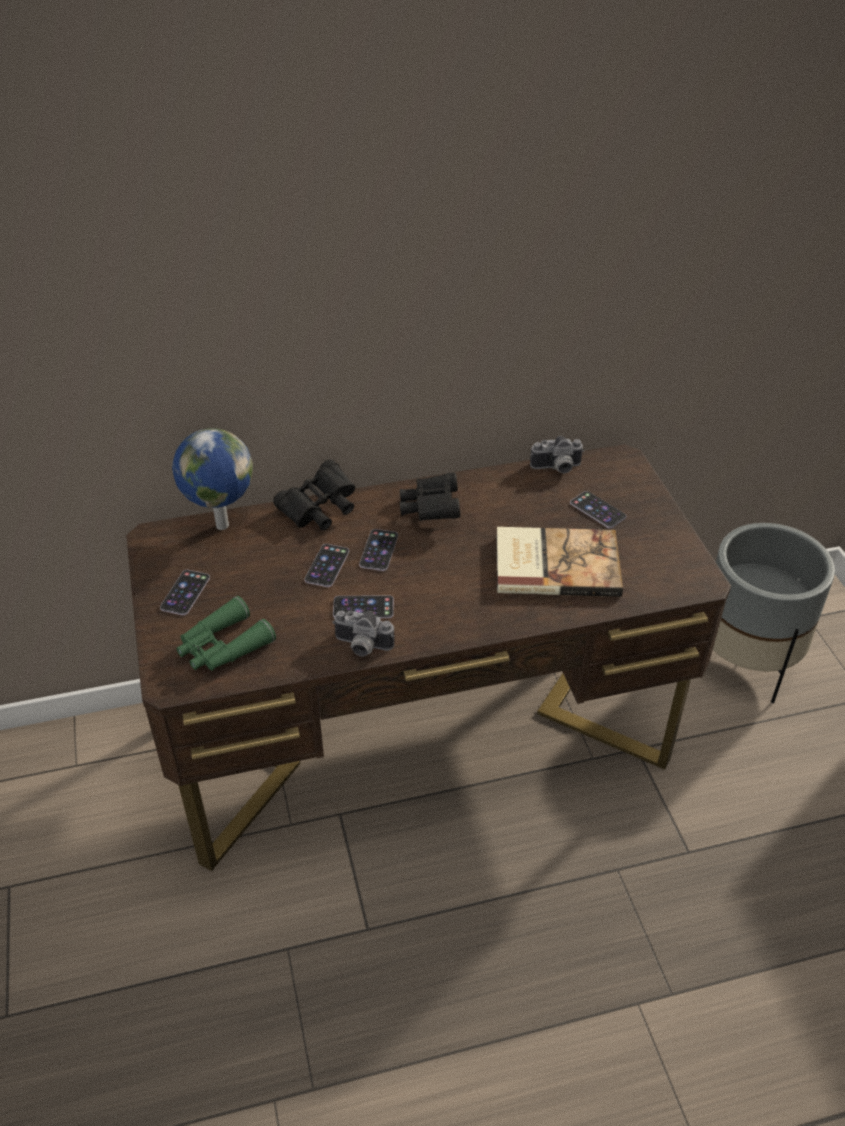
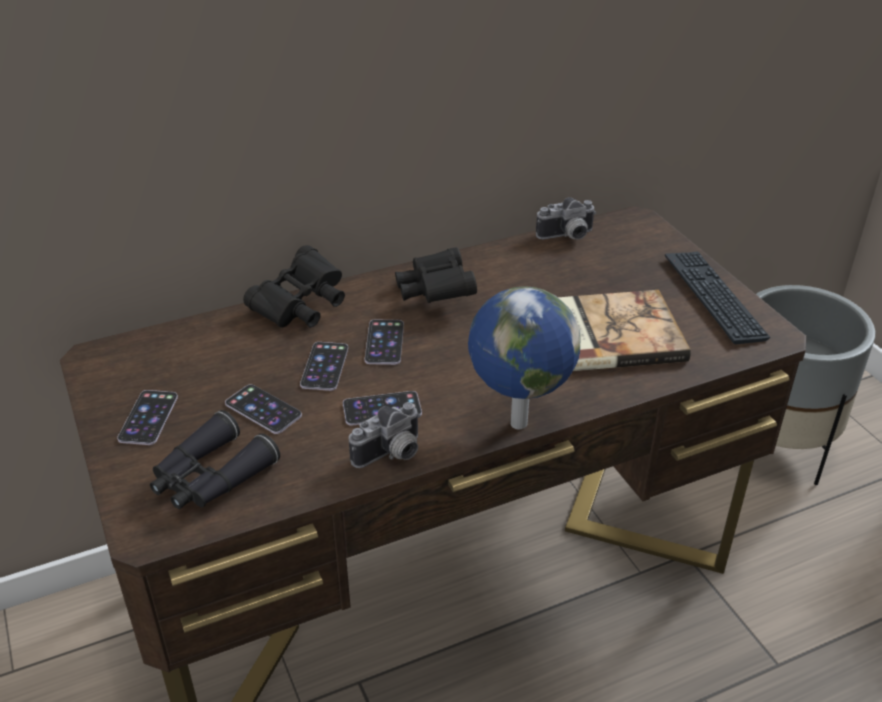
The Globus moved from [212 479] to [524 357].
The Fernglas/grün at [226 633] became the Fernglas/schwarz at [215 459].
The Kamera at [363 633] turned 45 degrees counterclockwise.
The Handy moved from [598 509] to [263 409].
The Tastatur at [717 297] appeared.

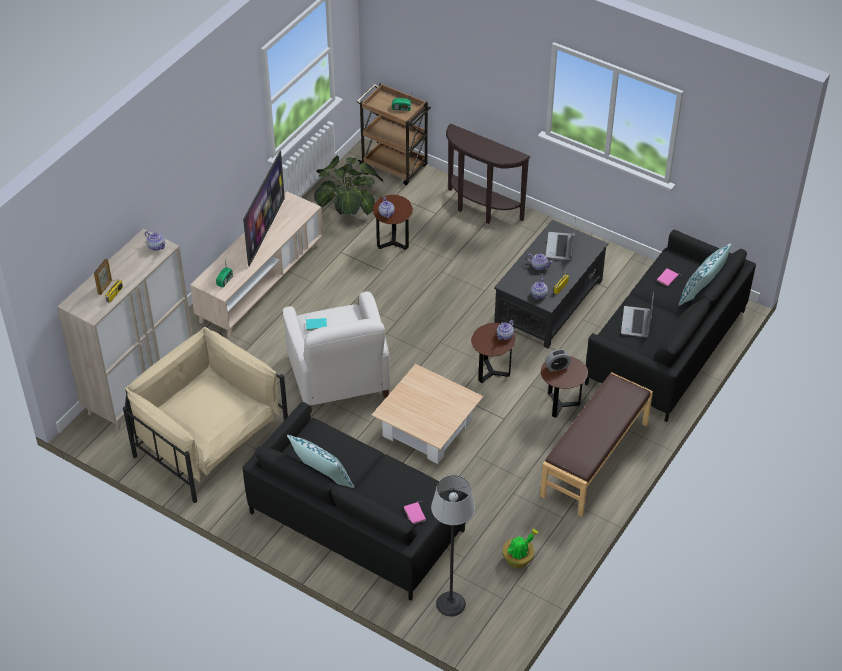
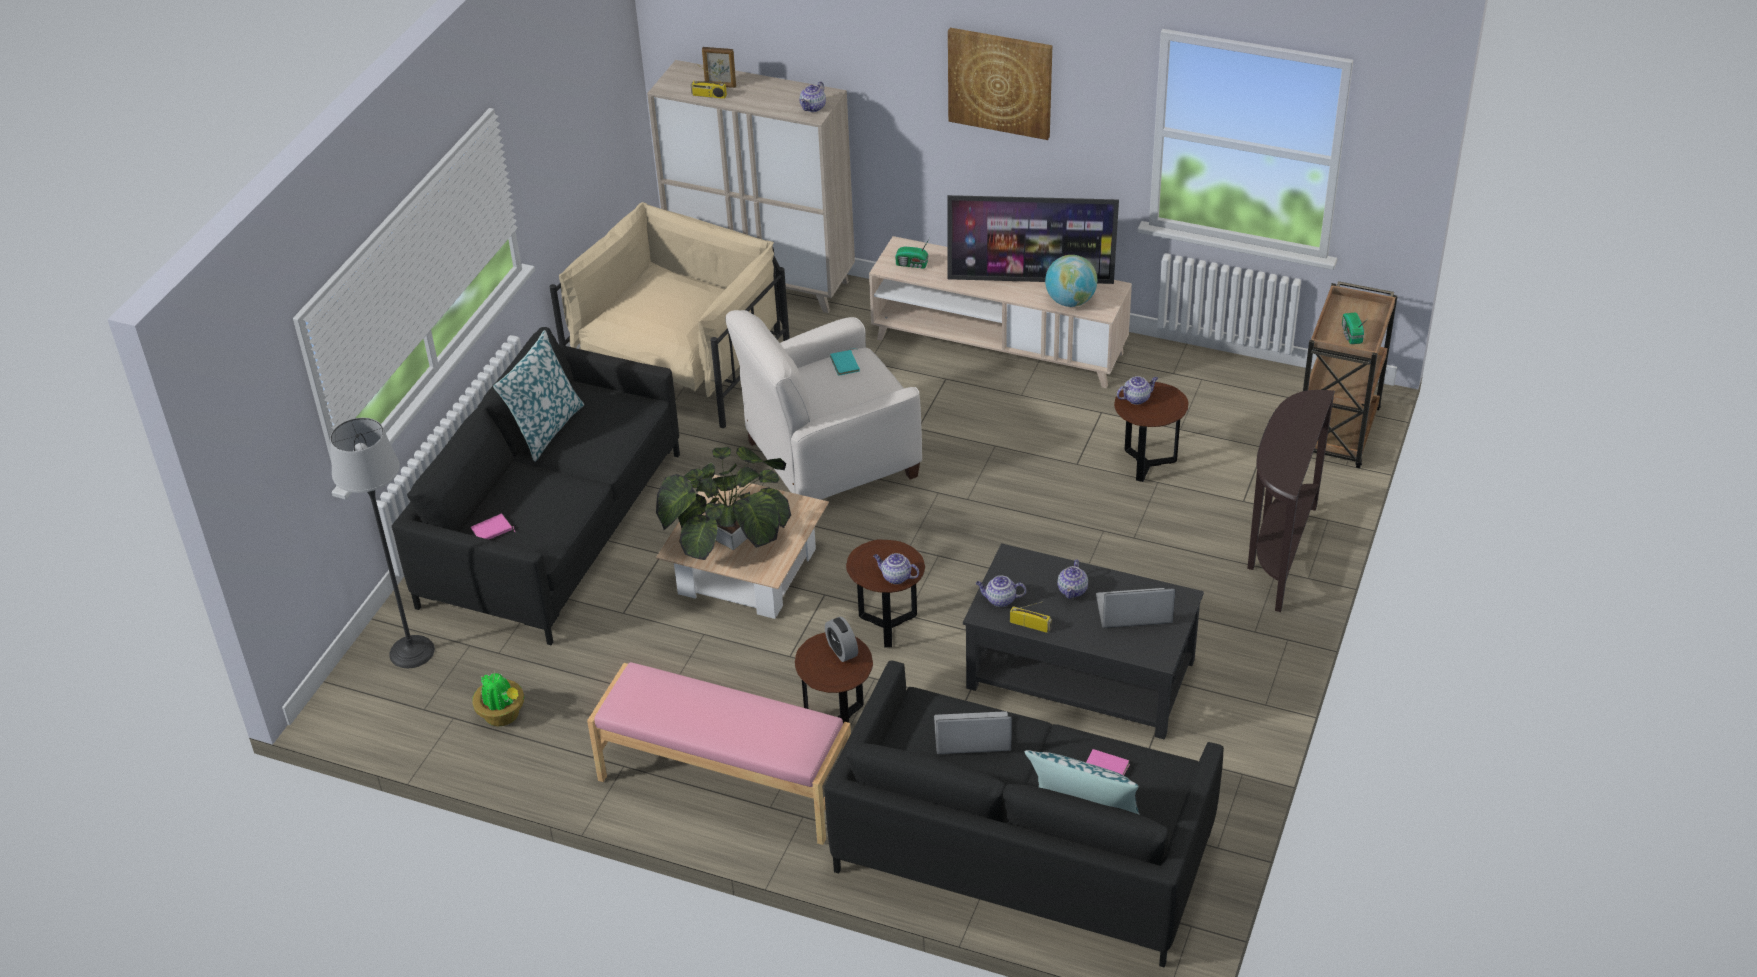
The Topfpflanze moved from [349 185] to [723 503].
The Bank/braun at [596 444] became the Bank/rosa at [719 753].
The Bild at [1000 84] appeared.
The Globus at [1071 281] appeared.

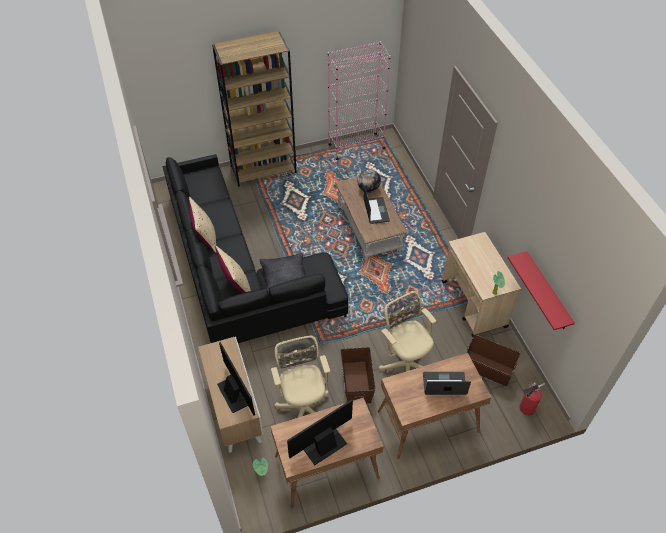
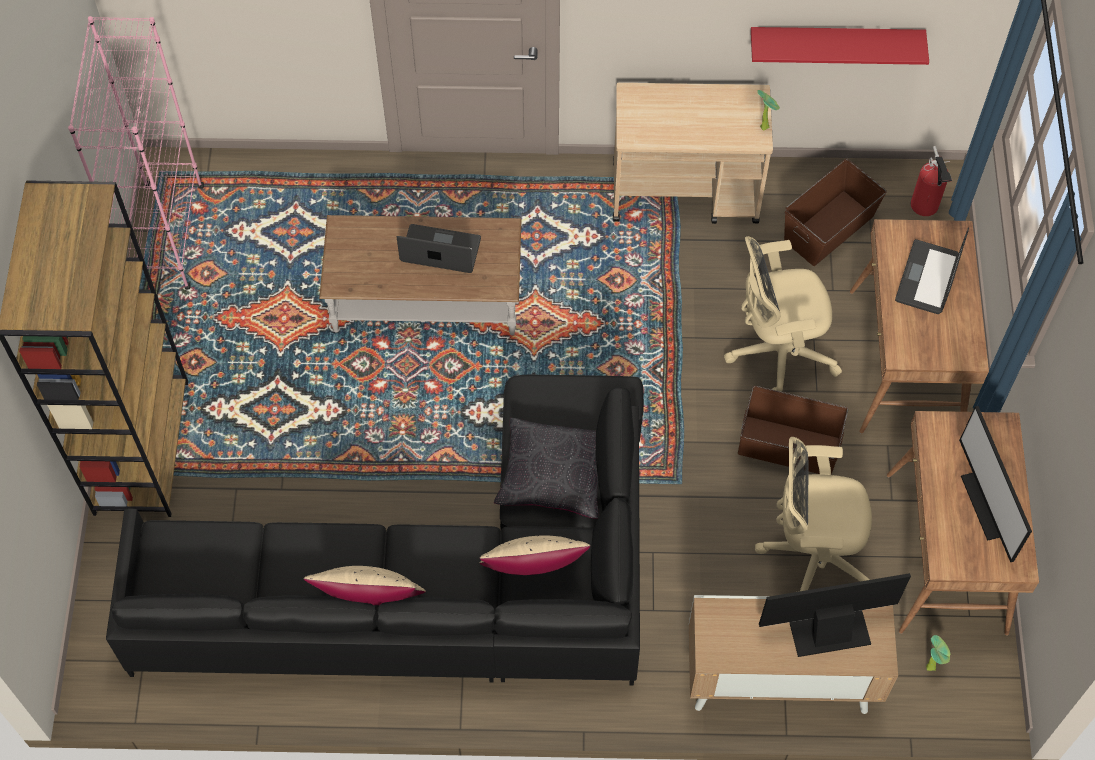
The Globus at [369 181] disappeared.

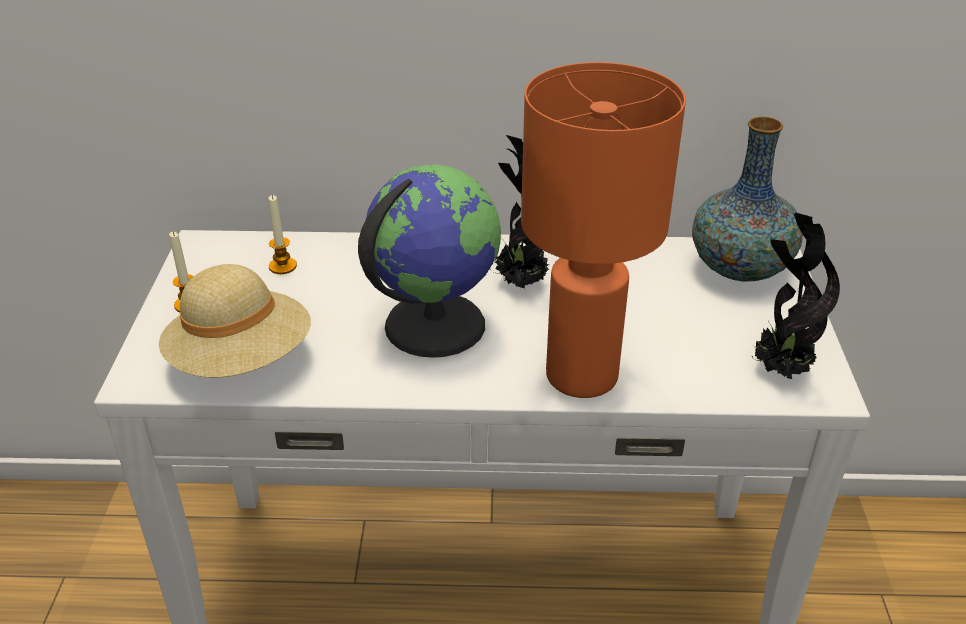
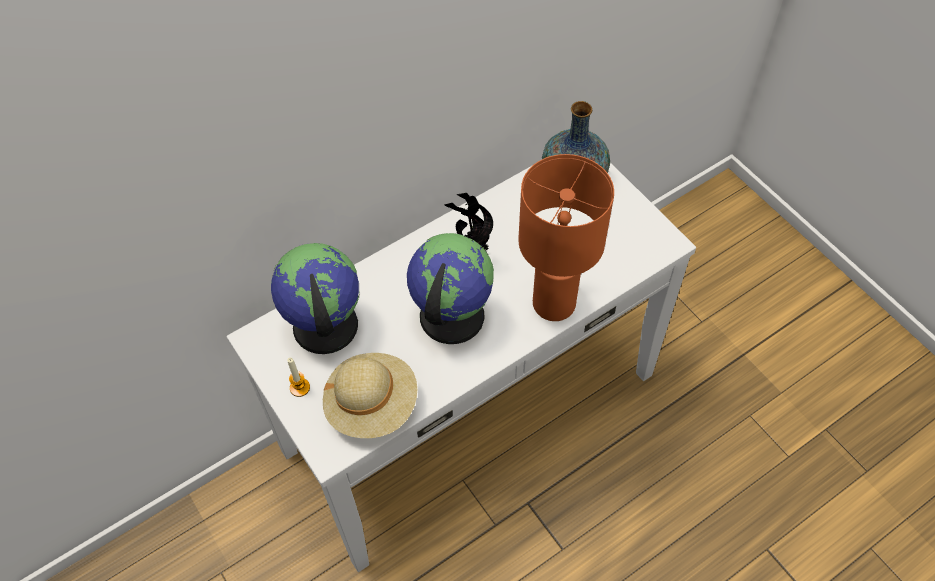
The Kerze at [283 234] was replaced by the Globus at [315 298].
The Topfpflanze at [796 296] disappeared.

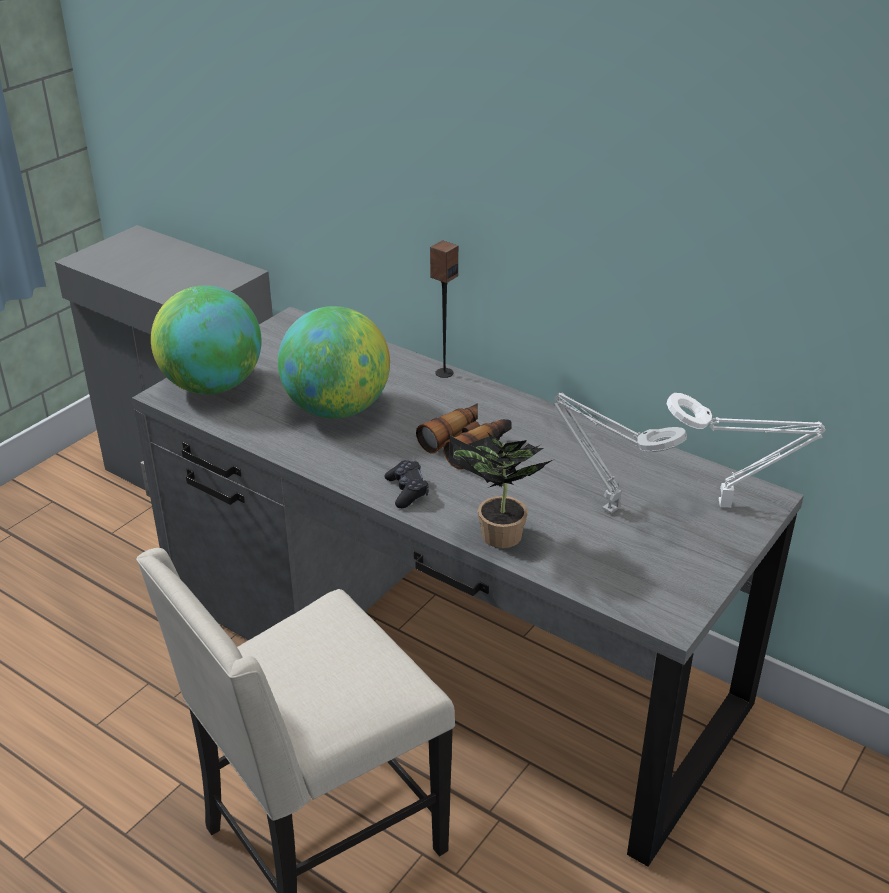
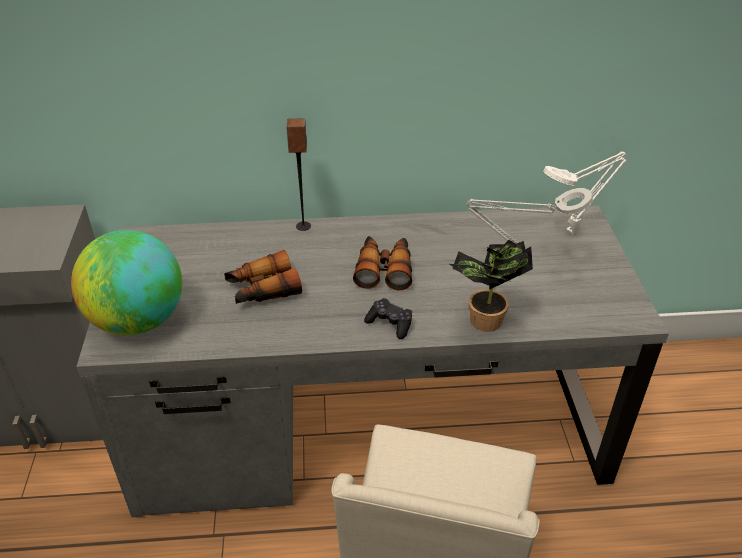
The Globus at [334 362] was replaced by the Fernglas at [263 277].

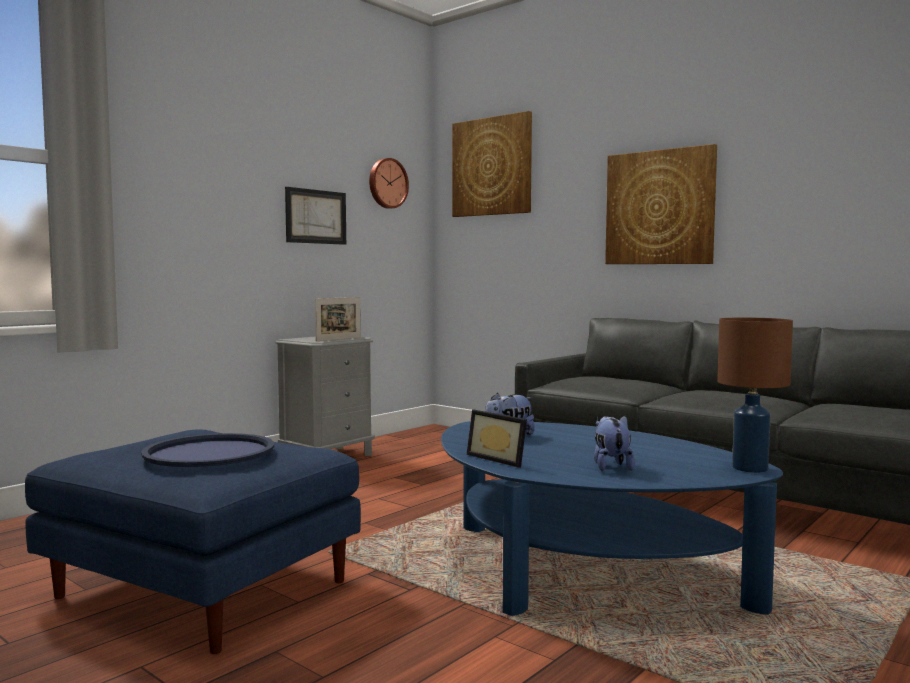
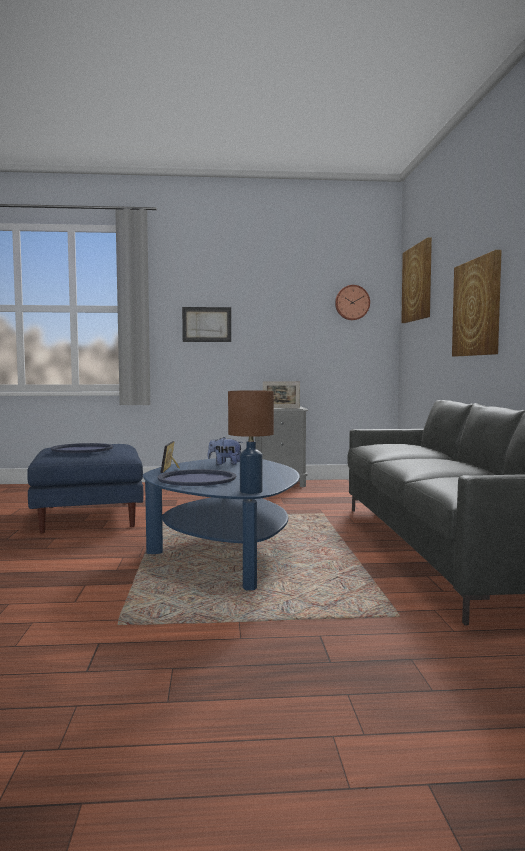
The Bild moved from [315 216] to [206 324].
The Plüschtier at [614 443] was replaced by the Tablett/blau at [197 477].

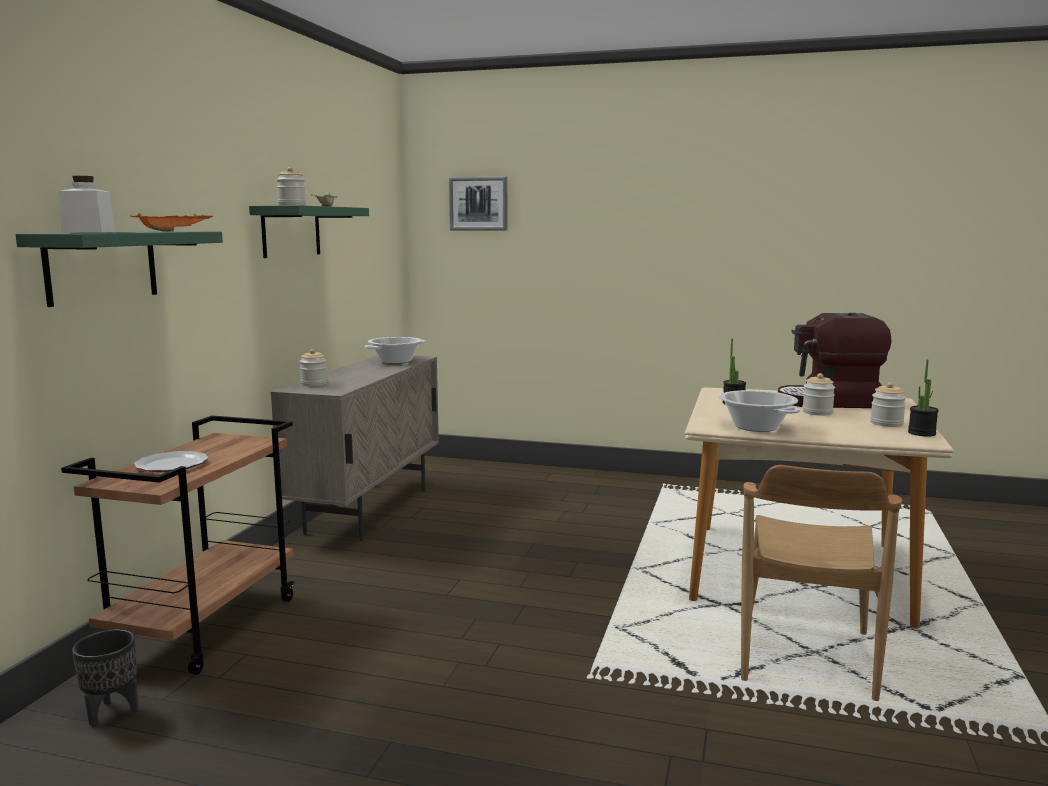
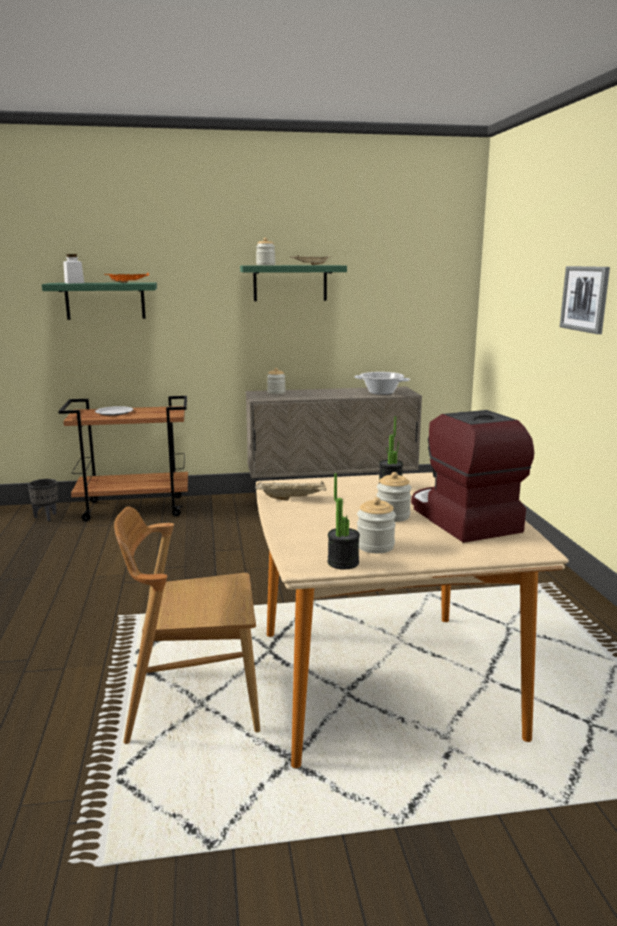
The Bild moved from [478 204] to [585 300].
The Kochtopf at [759 411] was replaced by the Tablett/beige at [291 490].

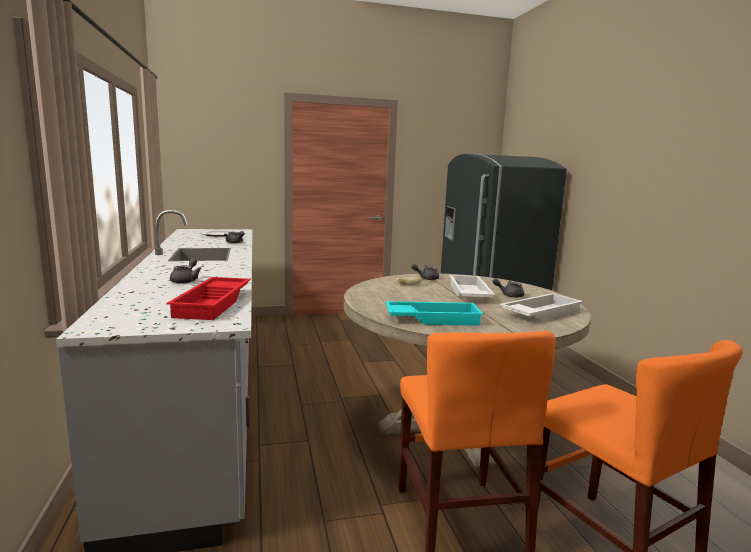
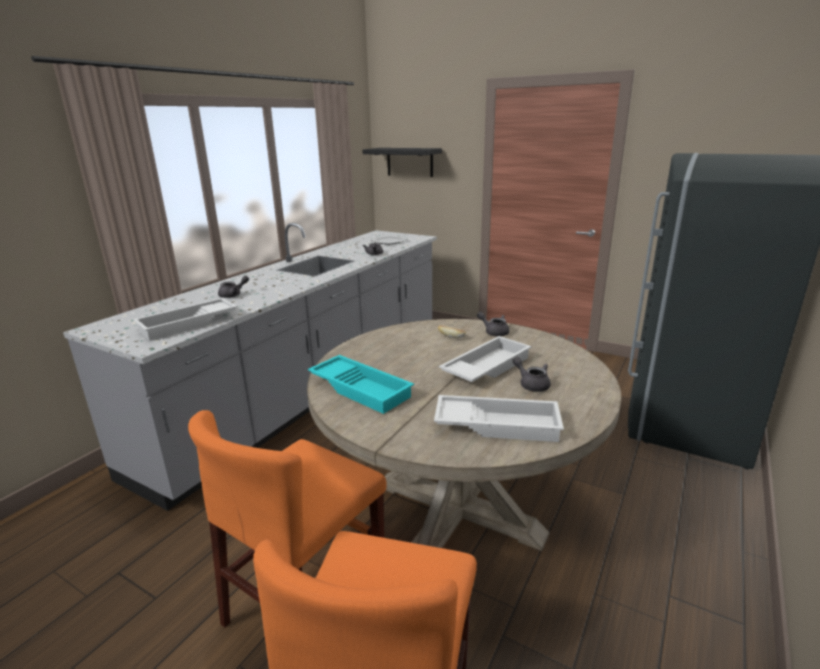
The Tablett/rot at [209 298] became the Tablett/weiß at [185 319].
The Wandregal/schwarz at [402 162] appeared.

